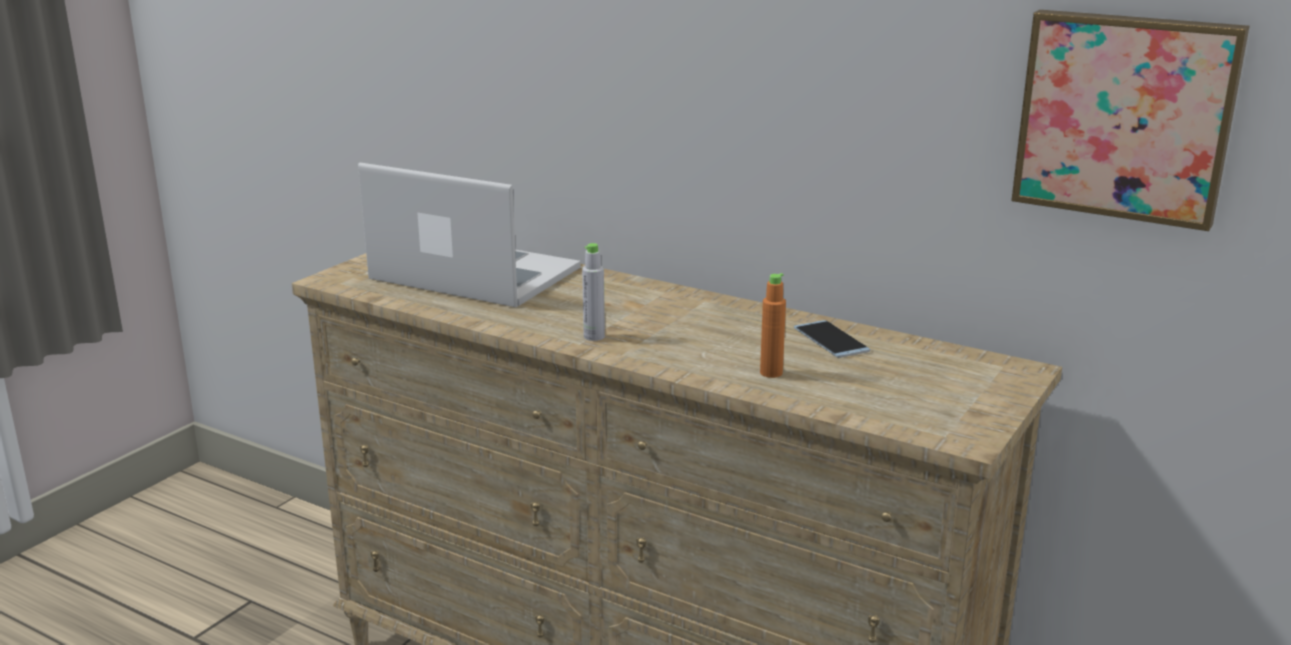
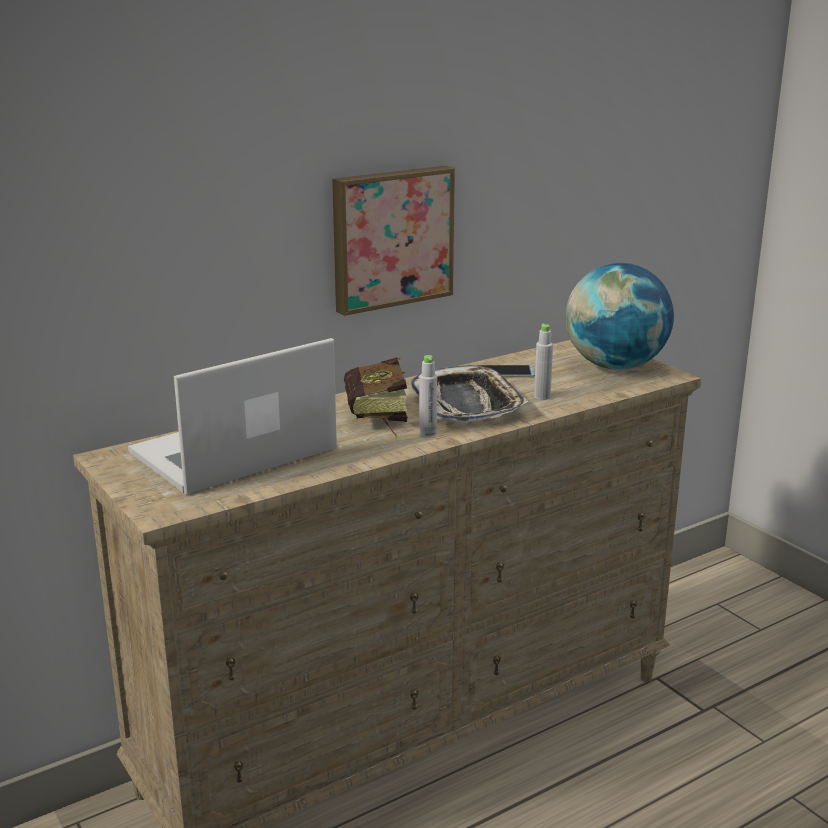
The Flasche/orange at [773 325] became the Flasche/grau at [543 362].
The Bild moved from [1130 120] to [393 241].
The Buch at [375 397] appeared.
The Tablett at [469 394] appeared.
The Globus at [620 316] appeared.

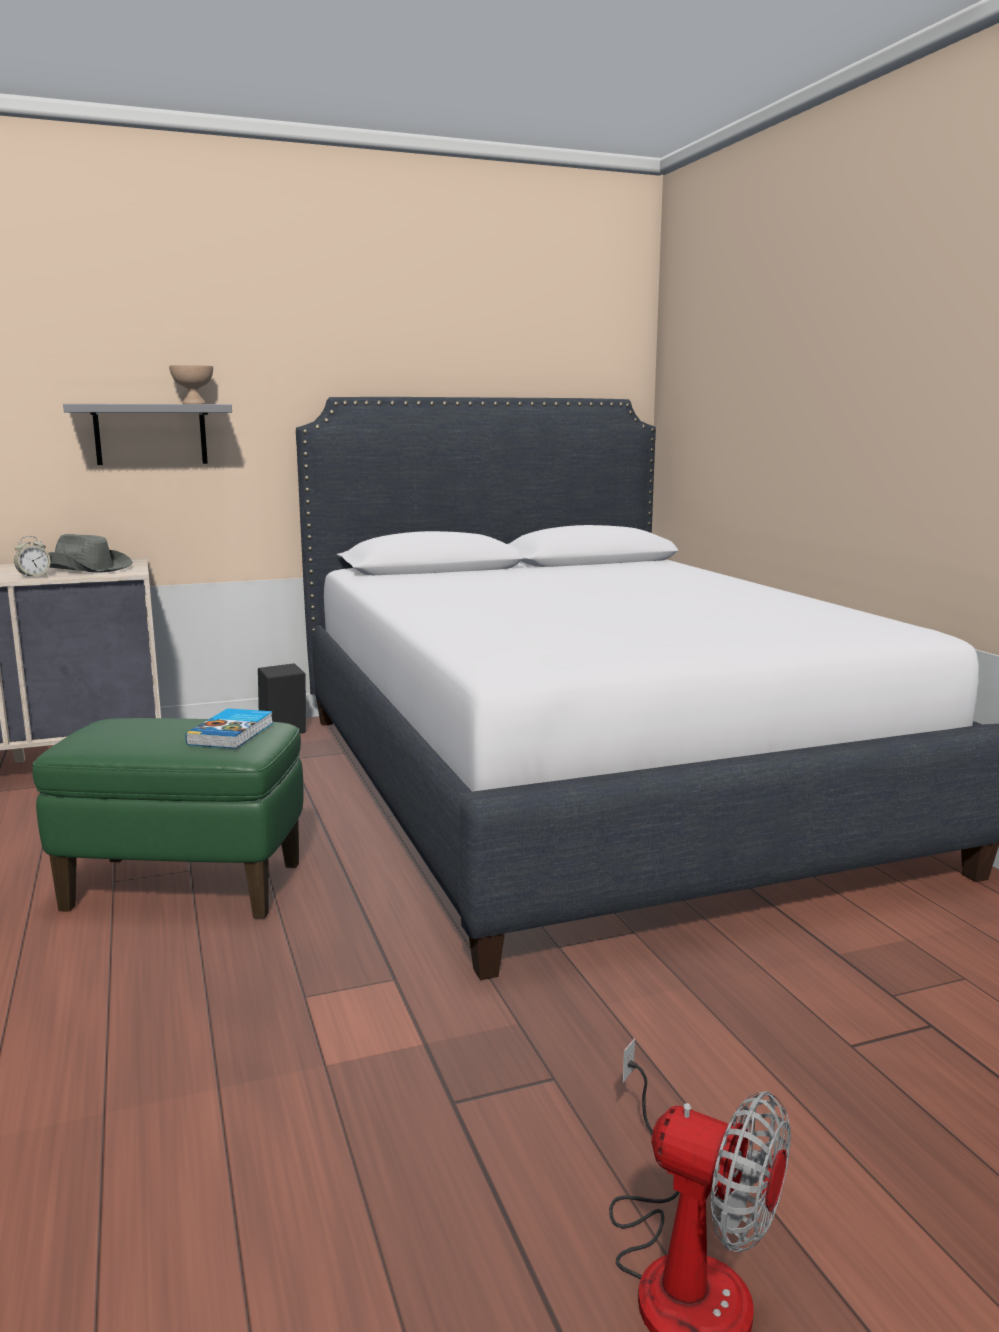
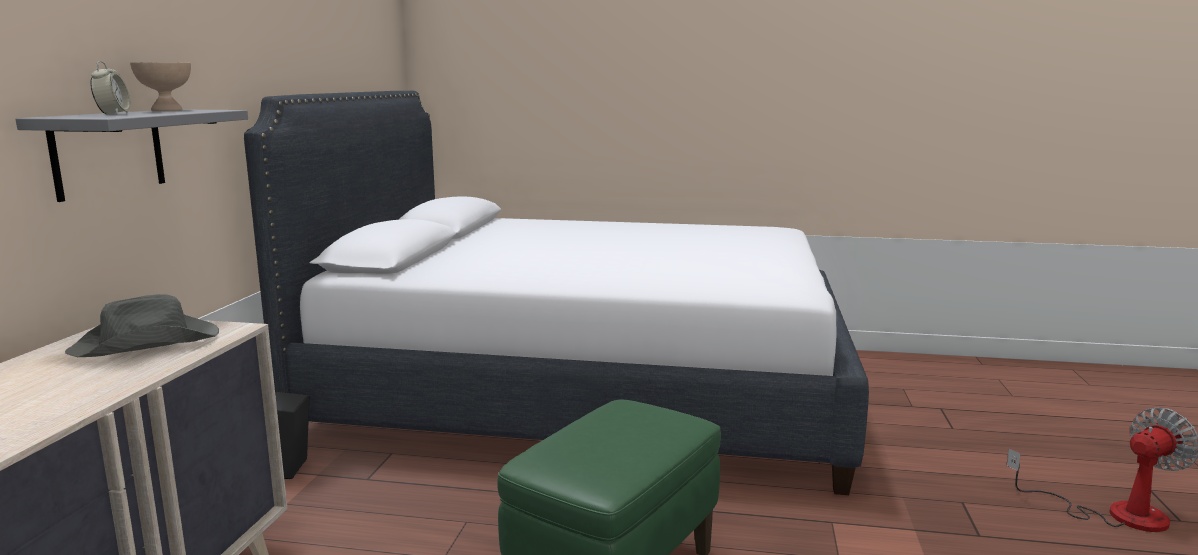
The Wecker moved from [32 557] to [110 87].
The Buch at [229 728] disappeared.

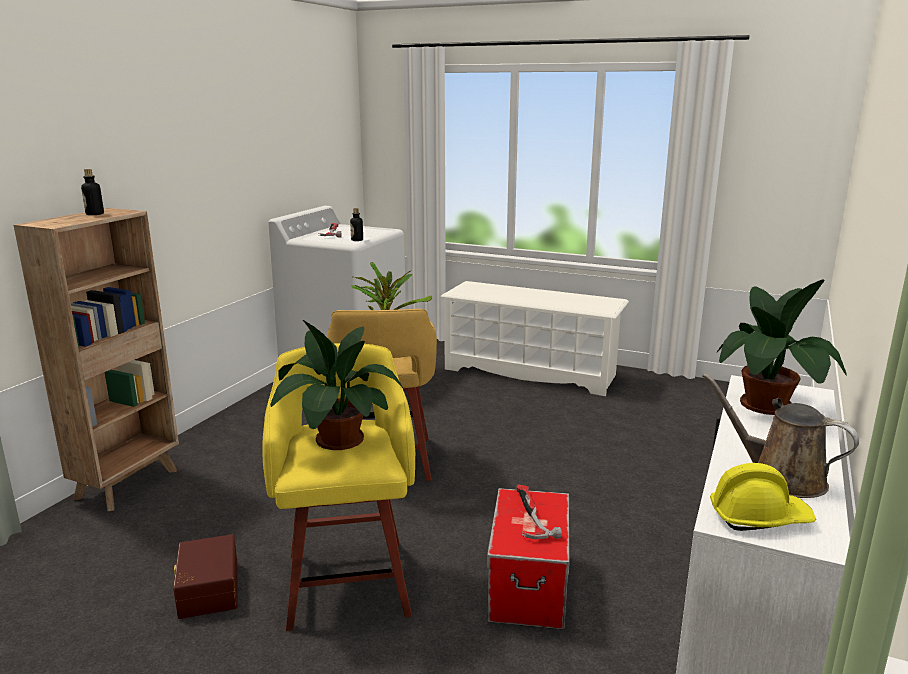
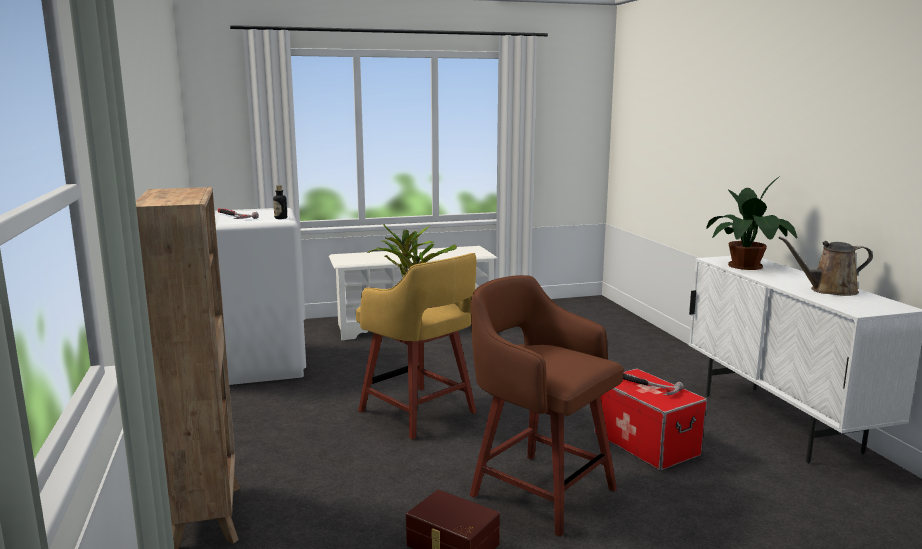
The Flasche at [92 192] disappeared.
The Hocker/gelb at [338 487] became the Hocker/braun at [547 406].
The Topfpflanze at [336 385] disappeared.
The Schutzhelm/gelb at [763 497] disappeared.

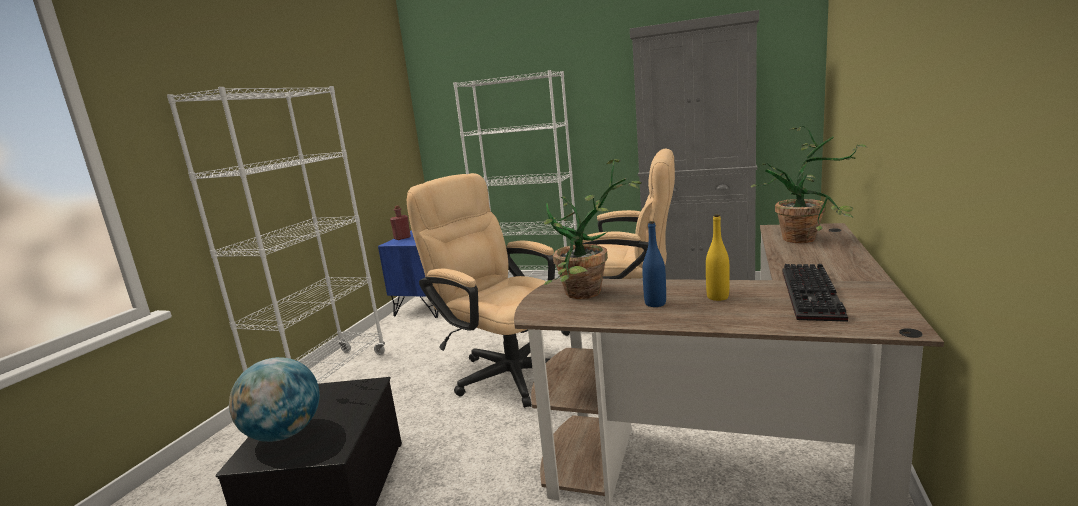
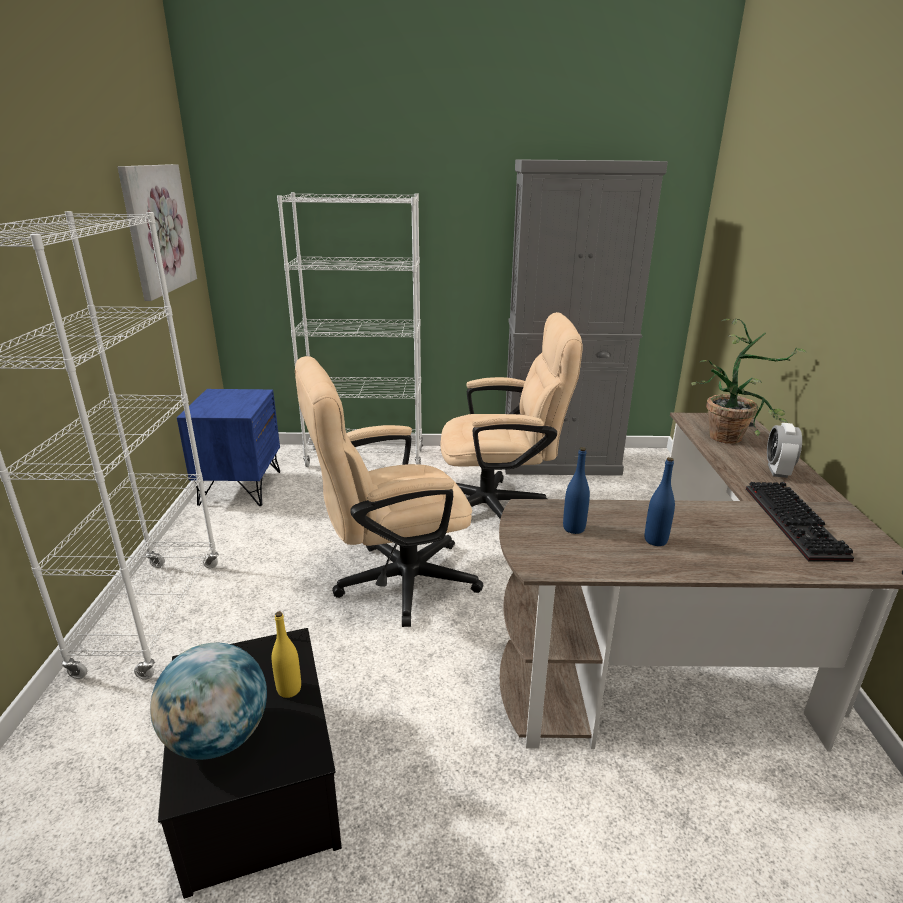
The Flasche/rot at [400 223] disappeared.
The Bürostuhl/beige at [481 290] turned 45 degrees counterclockwise.
The Topfpflanze at [593 229] was replaced by the Flasche/blau at [576 490].
The Flasche/gelb moved from [718 257] to [286 654].
The Bild at [157 232] appeared.
The Wecker at [784 450] appeared.

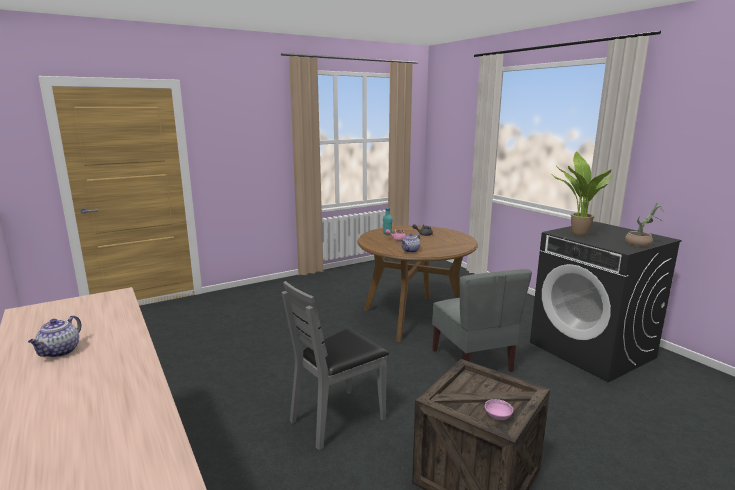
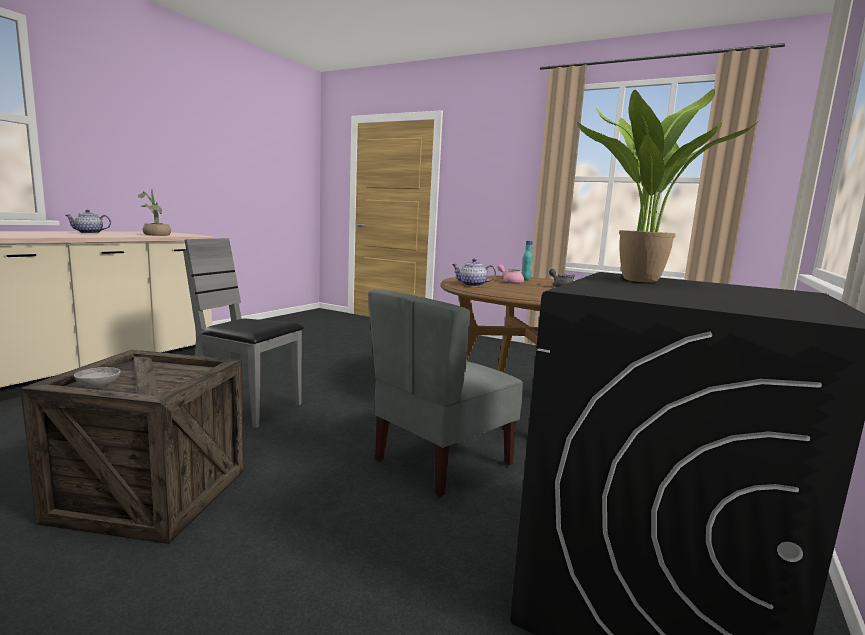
The Schüssel/rosa at [499 409] became the Schüssel/grau at [97 377].
The Topfpflanze moved from [644 225] to [154 212].

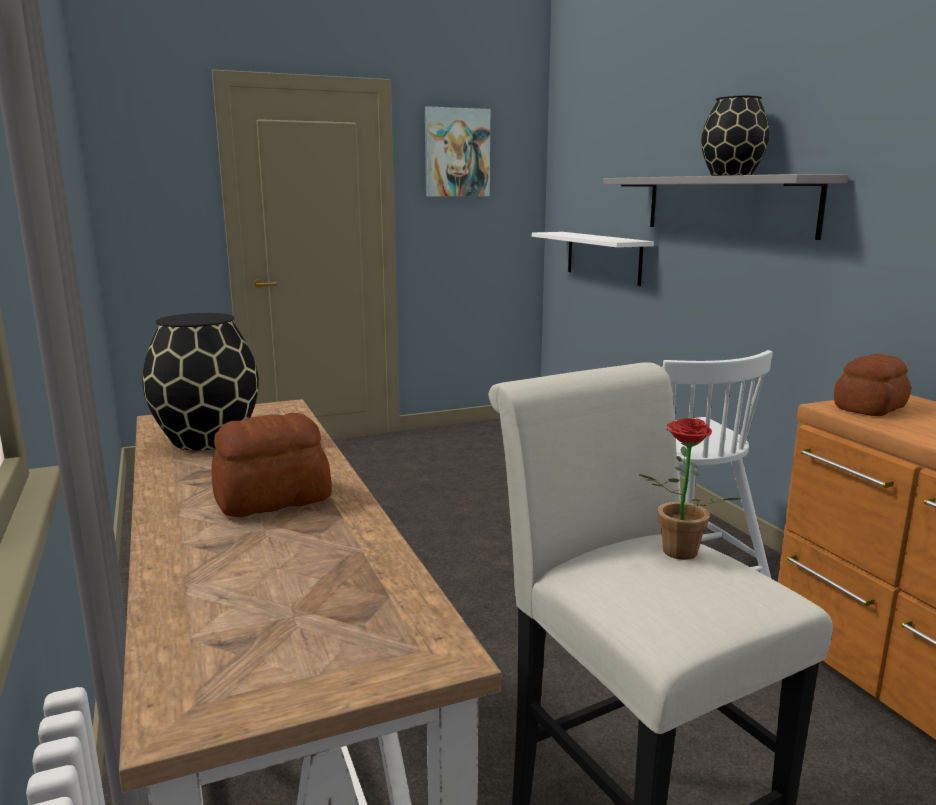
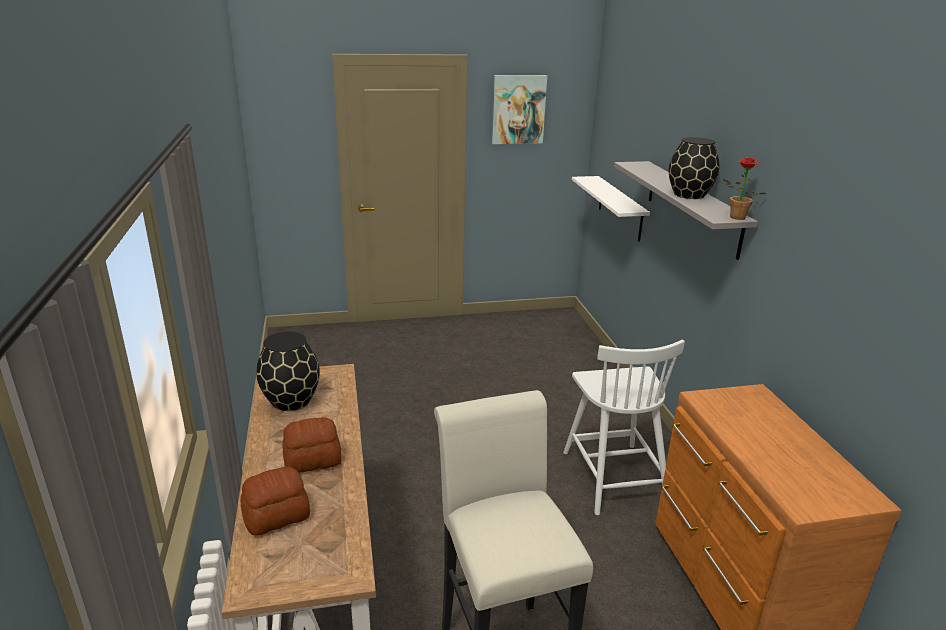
The Topfpflanze moved from [690 489] to [744 188].
The Brot moved from [872 385] to [275 501].

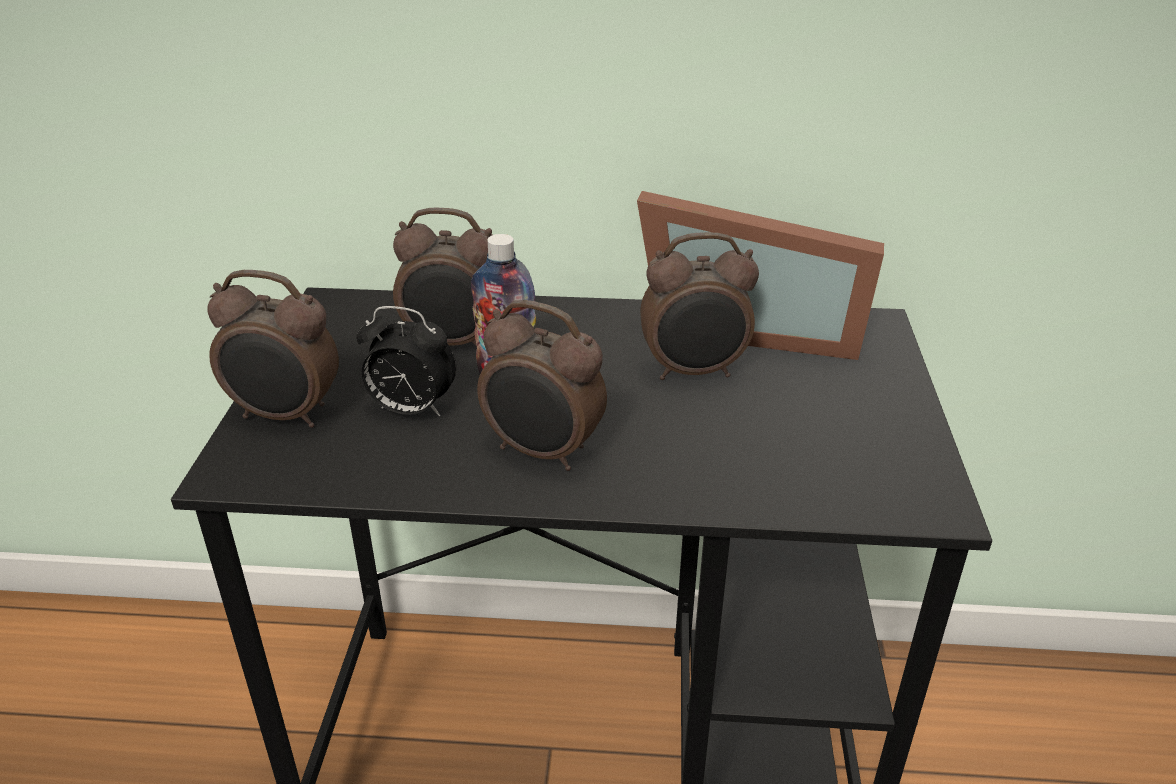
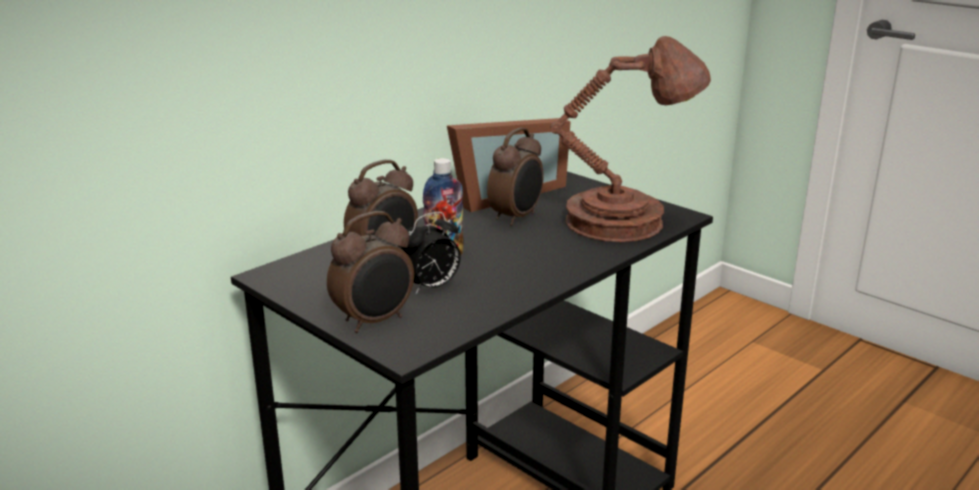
The Wecker at [542 385] disappeared.
The Tischlampe/braun at [630 139] appeared.

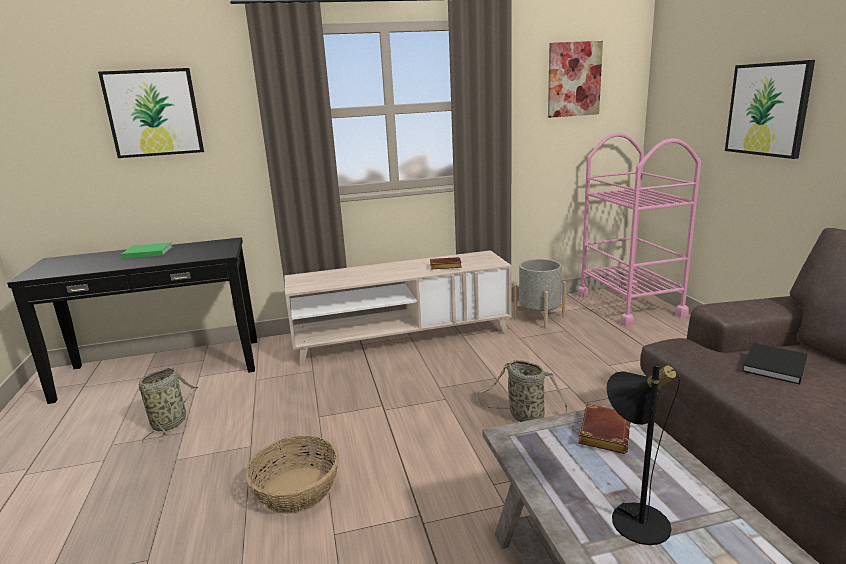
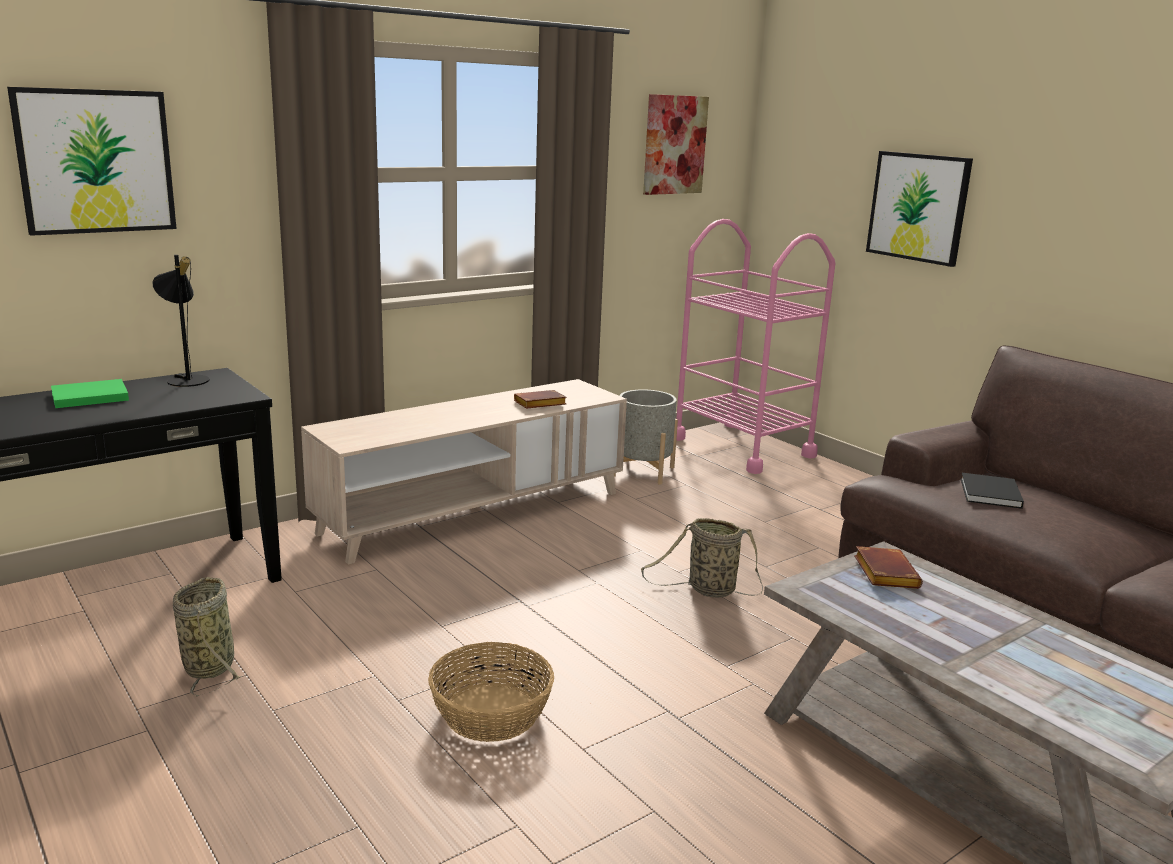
The Tischlampe/schwarz moved from [643 454] to [181 321].

